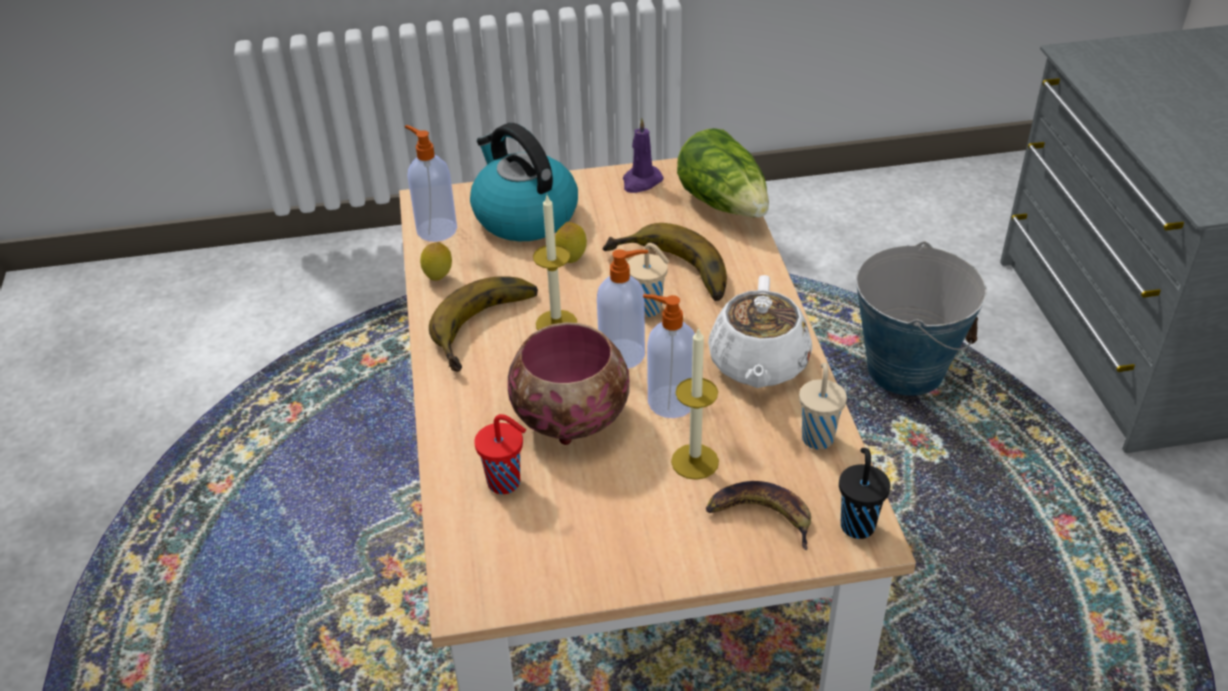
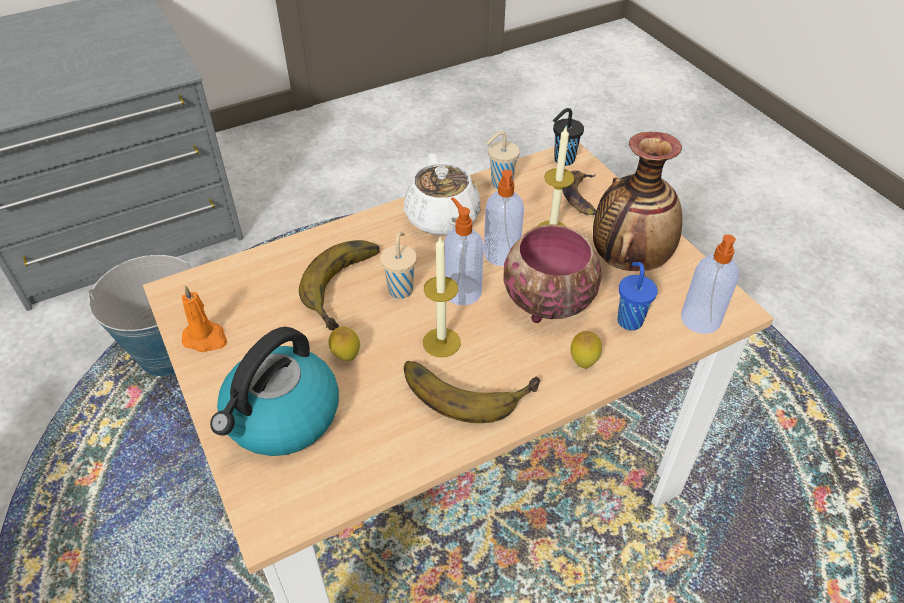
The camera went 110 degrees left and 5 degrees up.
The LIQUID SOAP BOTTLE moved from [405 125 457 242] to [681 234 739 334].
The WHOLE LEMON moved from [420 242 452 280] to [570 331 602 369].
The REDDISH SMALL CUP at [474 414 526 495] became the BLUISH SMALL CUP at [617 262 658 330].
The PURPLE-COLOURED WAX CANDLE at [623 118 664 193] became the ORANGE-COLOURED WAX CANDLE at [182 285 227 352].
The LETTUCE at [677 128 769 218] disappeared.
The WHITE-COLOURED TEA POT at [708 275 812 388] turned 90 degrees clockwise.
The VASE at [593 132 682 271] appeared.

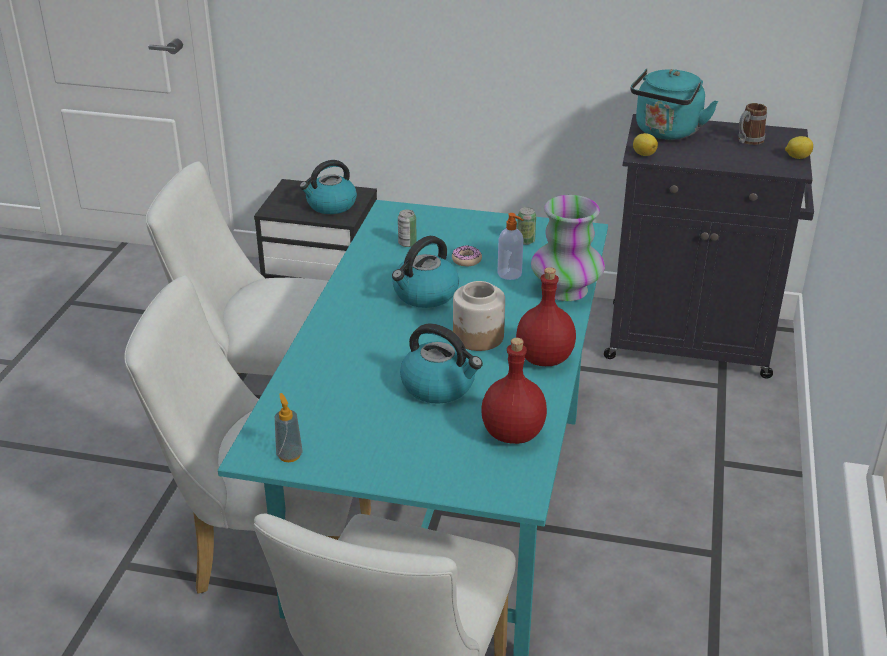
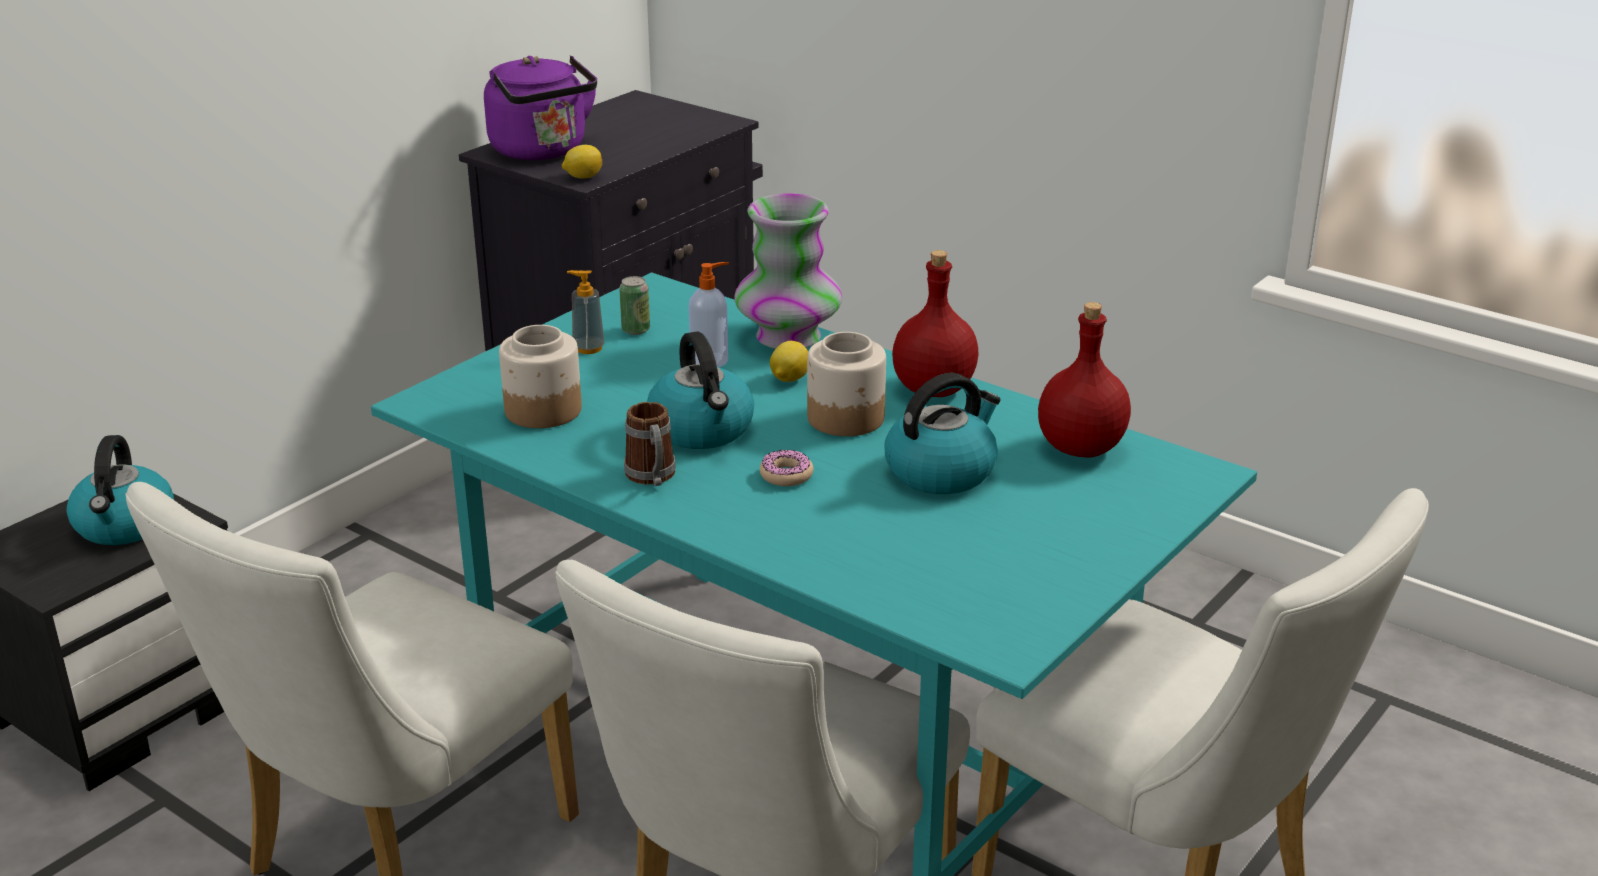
The camera went 65 degrees left and 5 degrees down.
The LIQUID SOAP BOTTLE moved from [275 393 303 462] to [567 270 605 354].
The CAN at [398 209 417 247] was replaced by the PRESERVE JAR at [499 325 582 428].
The DONUT moved from [452 245 482 266] to [760 449 813 486].
The BLUE-GREEN KETTLE at [630 69 718 140] became the PURPLE-COLOURED KETTLE at [484 56 597 160].
The COFFEE MUG moved from [738 103 767 145] to [624 402 676 486].
The WHOLE LEMON moved from [785 136 813 159] to [770 341 808 382].

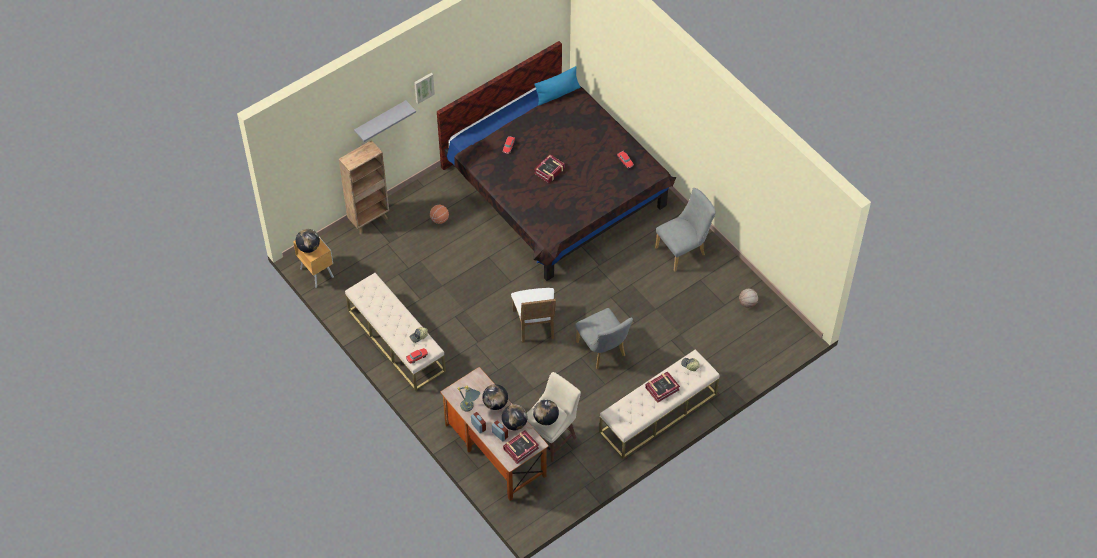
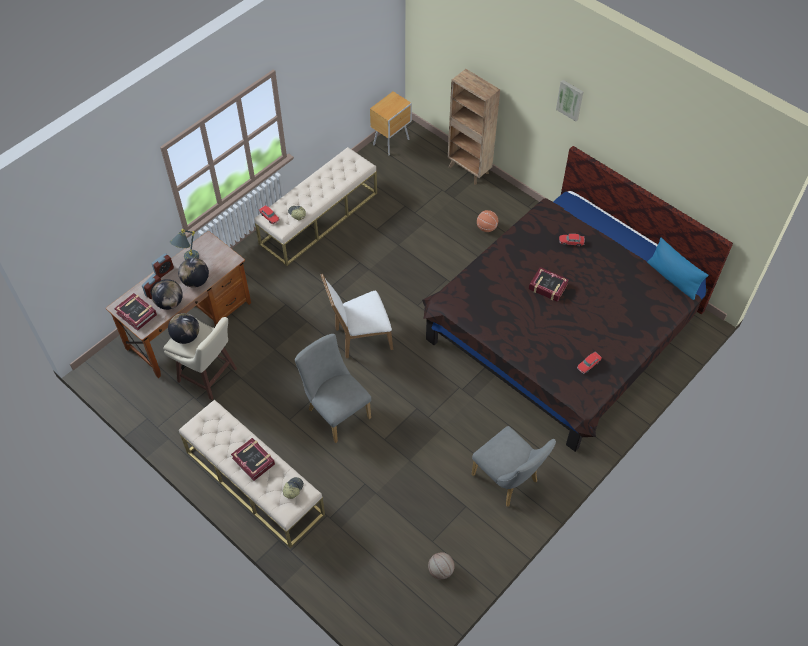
The camera went 80 degrees right and 0 degrees up.
The GLOBE at [296 229 320 253] disappeared.
The GRAY WALL SHELF at [354 100 416 142] disappeared.
The GRAY UPRIGHT CHAIR at [575 308 633 369] turned 90 degrees clockwise.

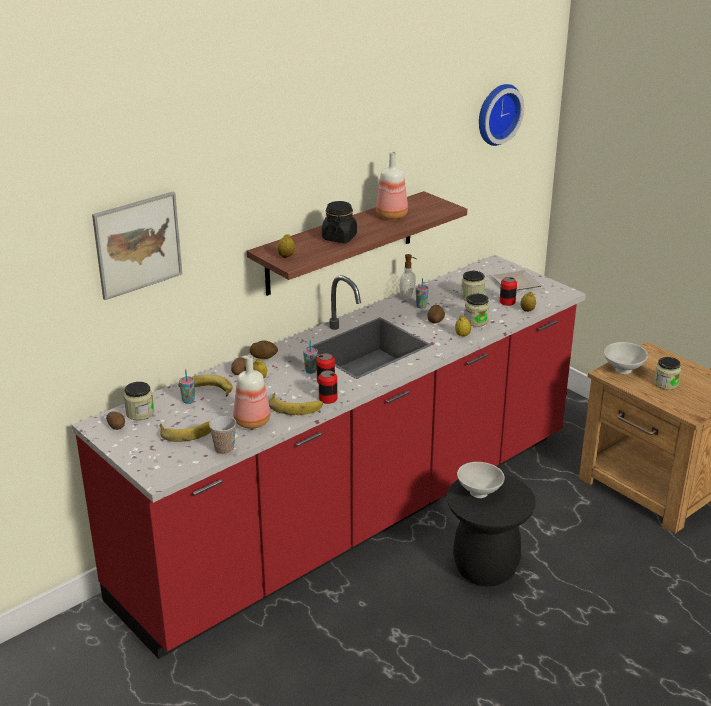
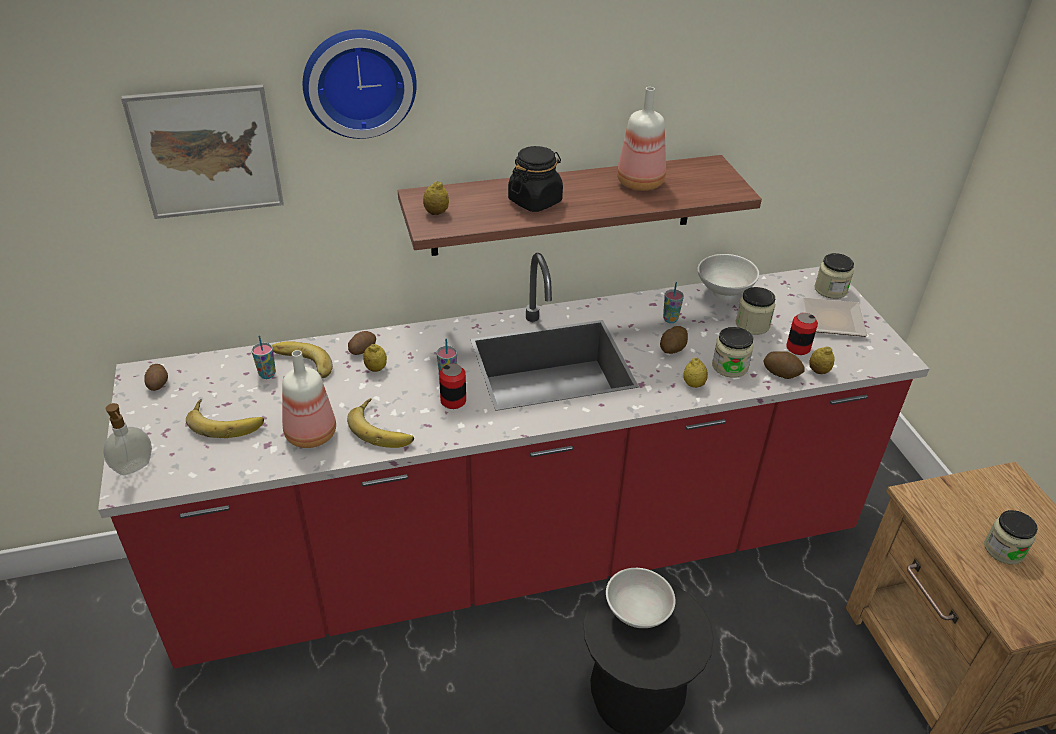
The camera went 25 degrees right and 10 degrees up.
The PRESERVE JAR moved from [124 382 154 420] to [814 253 854 299].
The SMALL CUP at [209 416 236 455] disappeared.
The SPUD moved from [250 340 278 359] to [764 351 805 379].
The CAN at [318 370 337 404] disappeared.
The LIQUID SOAP BOTTLE moved from [400 254 417 300] to [103 403 152 475].
The WALL CLOCK moved from [479 84 524 146] to [303 30 417 139].
The WHITE-COLOURED DEEP DISH moved from [604 342 648 374] to [698 254 759 300].

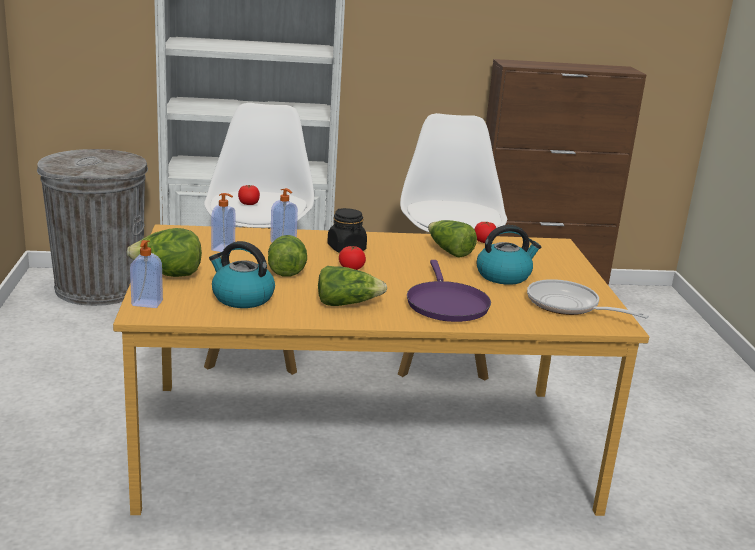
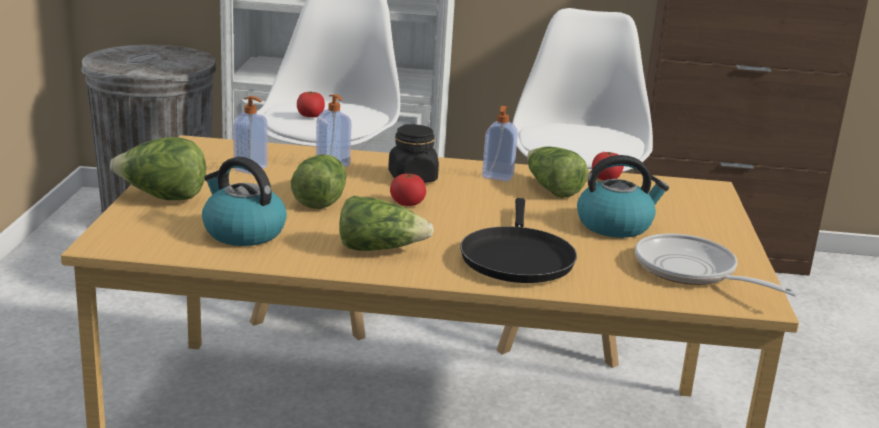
The camera went 10 degrees right and 0 degrees up.
The LIQUID SOAP BOTTLE moved from [130 240 163 308] to [482 106 518 182].
The PURPLE-COLOURED PAN at [407 260 491 322] became the BLACKISH PAN at [460 198 577 283].

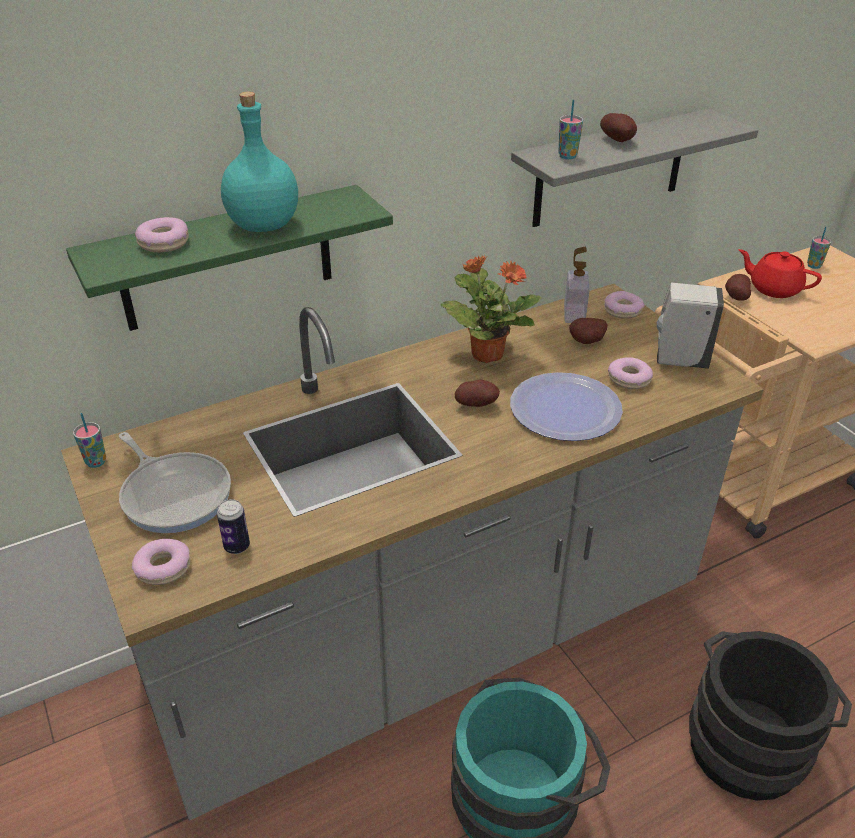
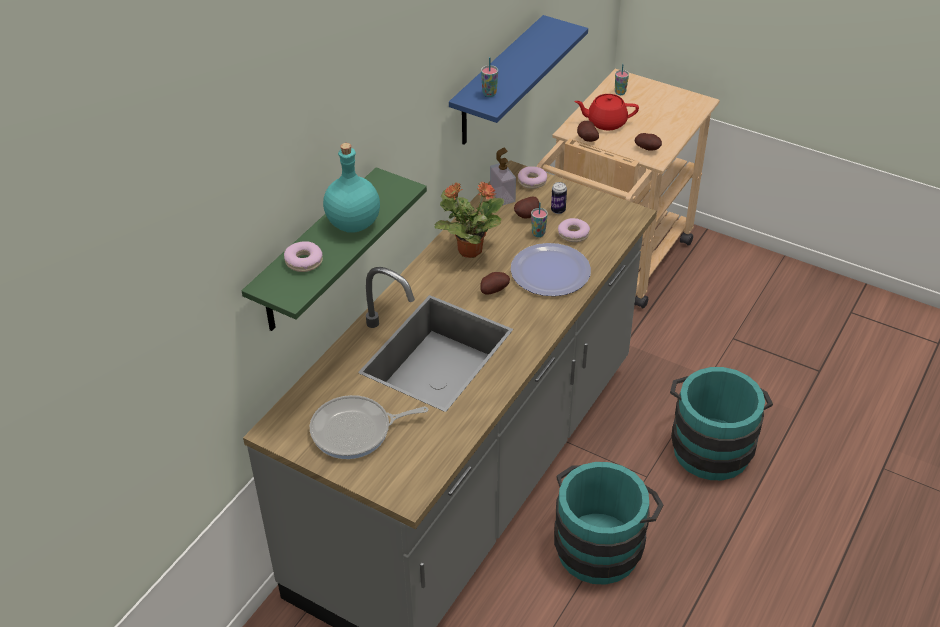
The camera went 30 degrees left and 5 degrees up.
The SMALL CUP moved from [73 413 106 468] to [531 202 548 237].
The PAN at [119 432 231 533] turned 150 degrees clockwise.
The DONUT at [132 539 191 585] disappeared.
The CAN moved from [217 499 250 554] to [551 182 567 214].
The GRAY WALL SHELF at [511 109 758 227] became the BLUISH WALL SHELF at [449 15 588 145].
The SPUD moved from [600 113 637 142] to [635 133 662 151].
The WHITE-COLOURED LIQUID SOAP BOTTLE at [657 283 724 369] disappeared.
The BLACKISH BUCKET at [689 631 852 801] became the BLUE-GREEN BUCKET at [670 367 773 480].

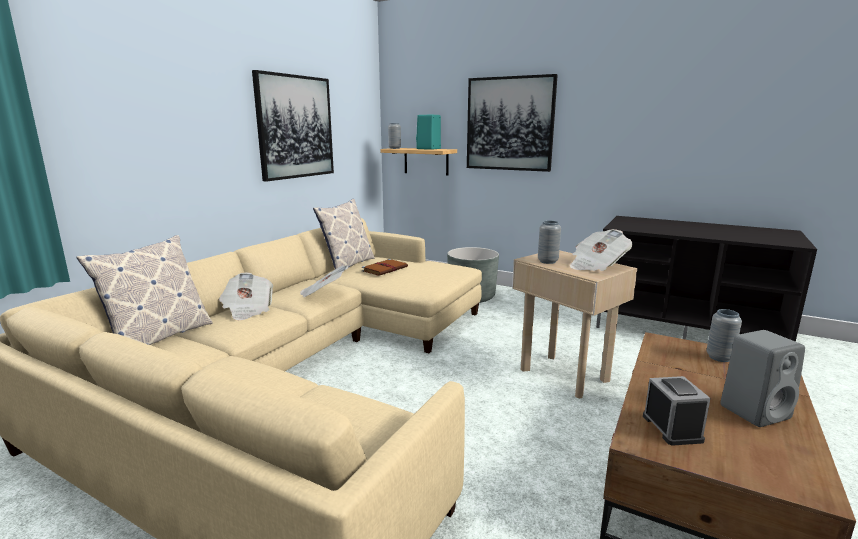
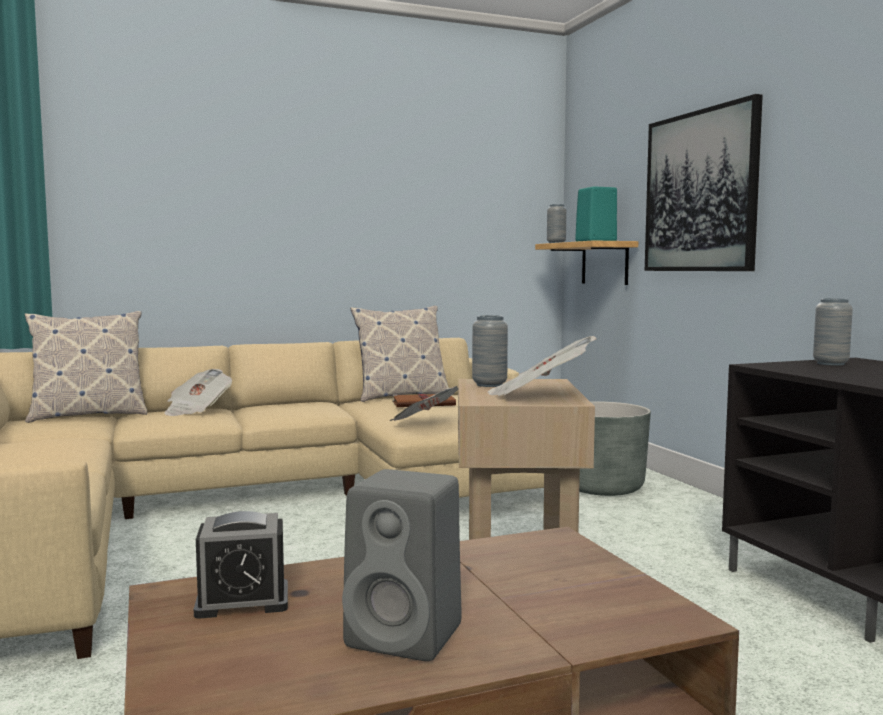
The camera went 40 degrees right and 10 degrees down.
The PICTURE at [252 70 334 182] disappeared.
The NEWSPAPER moved from [300 265 349 298] to [390 386 458 421].
The TABLE CLOCK at [643 376 710 446] turned 45 degrees clockwise.
The GRAY VASE moved from [707 309 742 362] to [813 298 853 366].

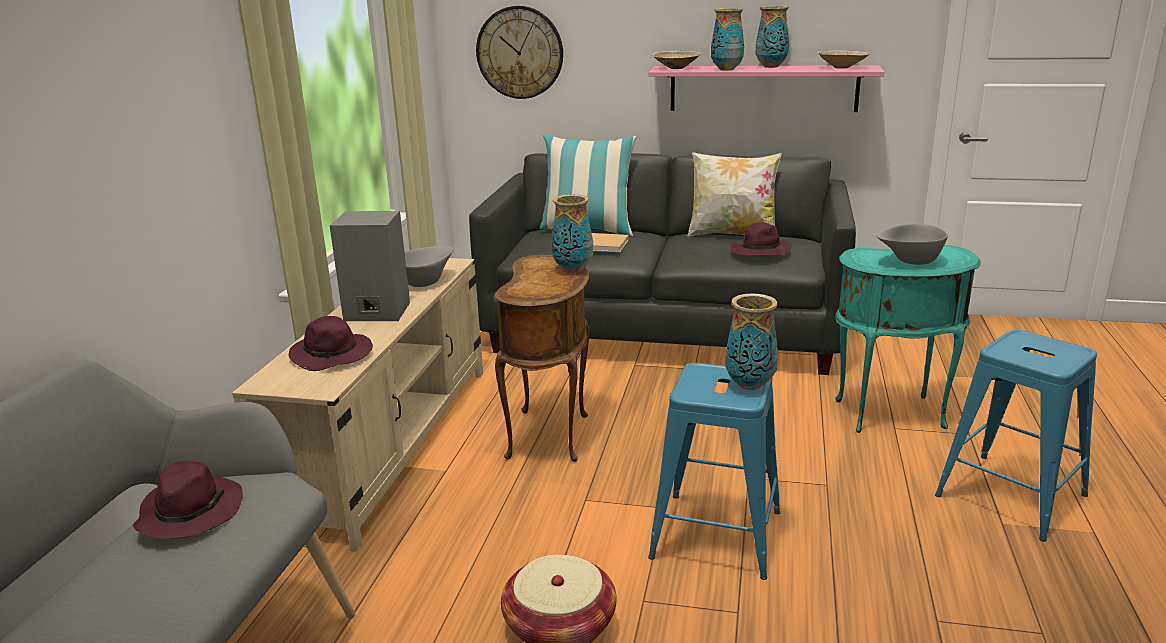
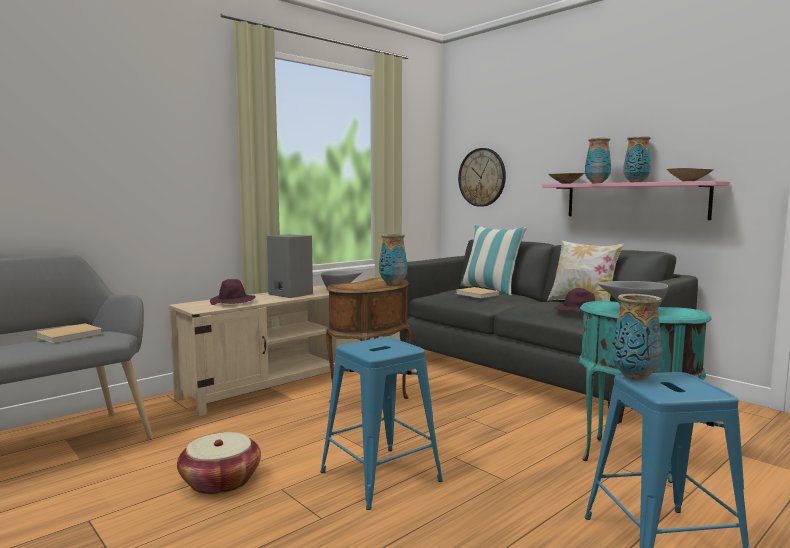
The camera went 35 degrees right and 15 degrees down.
The PURPLE-COLOURED CLOTHING HAT at [133 461 243 539] was replaced by the SAND-COLOURED VOLUME at [36 323 103 344].
The VASE moved from [725 293 778 390] to [611 294 662 380].

